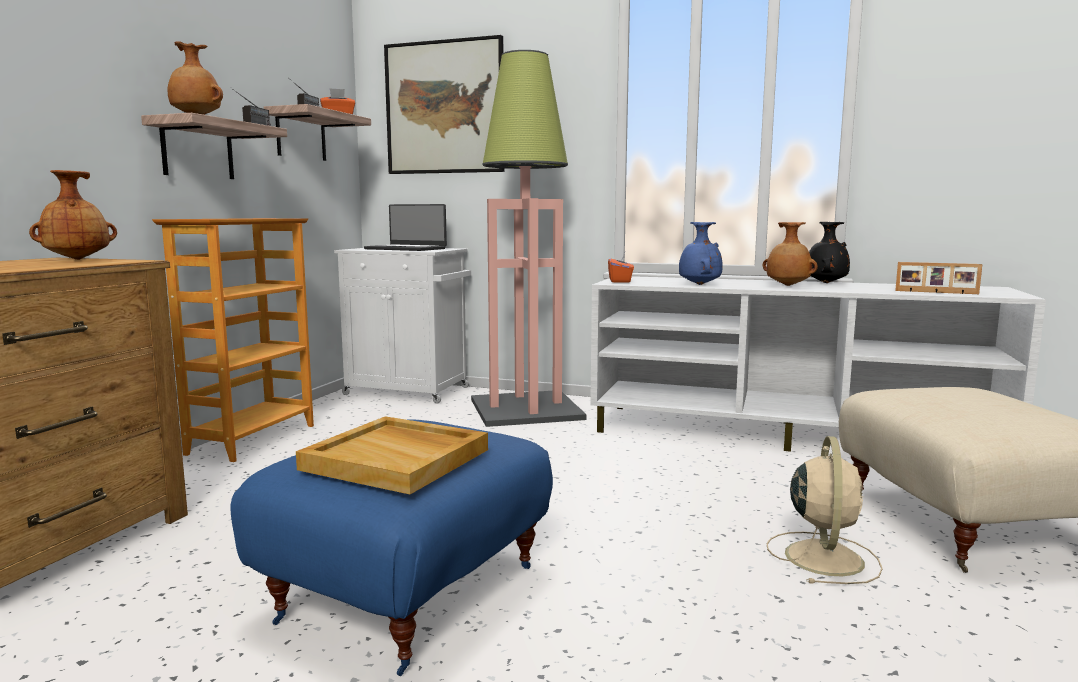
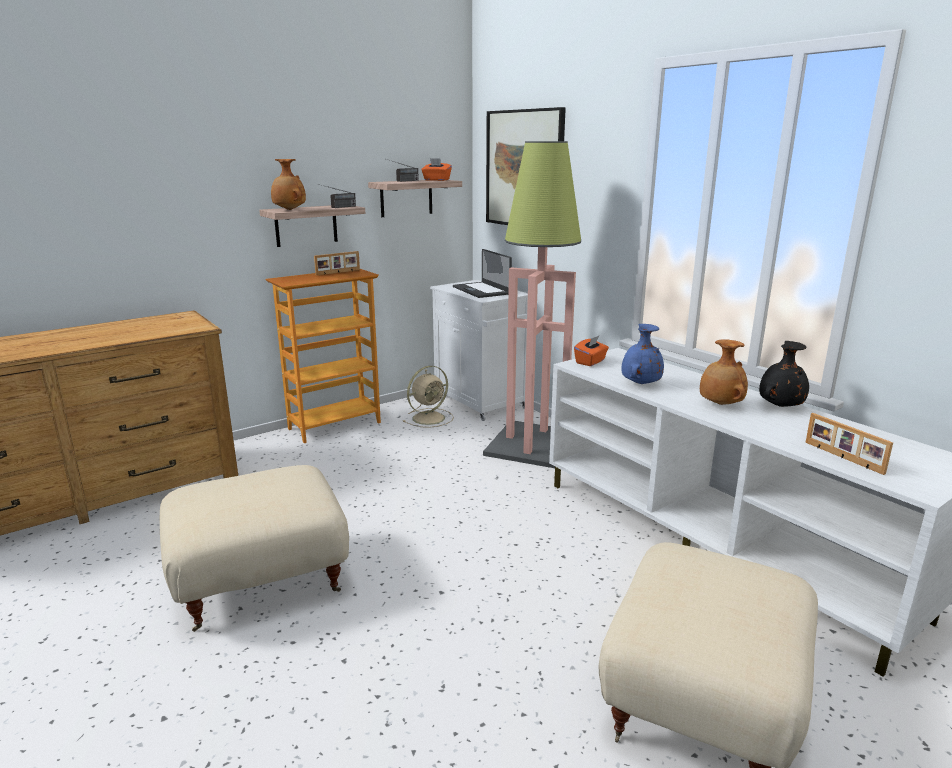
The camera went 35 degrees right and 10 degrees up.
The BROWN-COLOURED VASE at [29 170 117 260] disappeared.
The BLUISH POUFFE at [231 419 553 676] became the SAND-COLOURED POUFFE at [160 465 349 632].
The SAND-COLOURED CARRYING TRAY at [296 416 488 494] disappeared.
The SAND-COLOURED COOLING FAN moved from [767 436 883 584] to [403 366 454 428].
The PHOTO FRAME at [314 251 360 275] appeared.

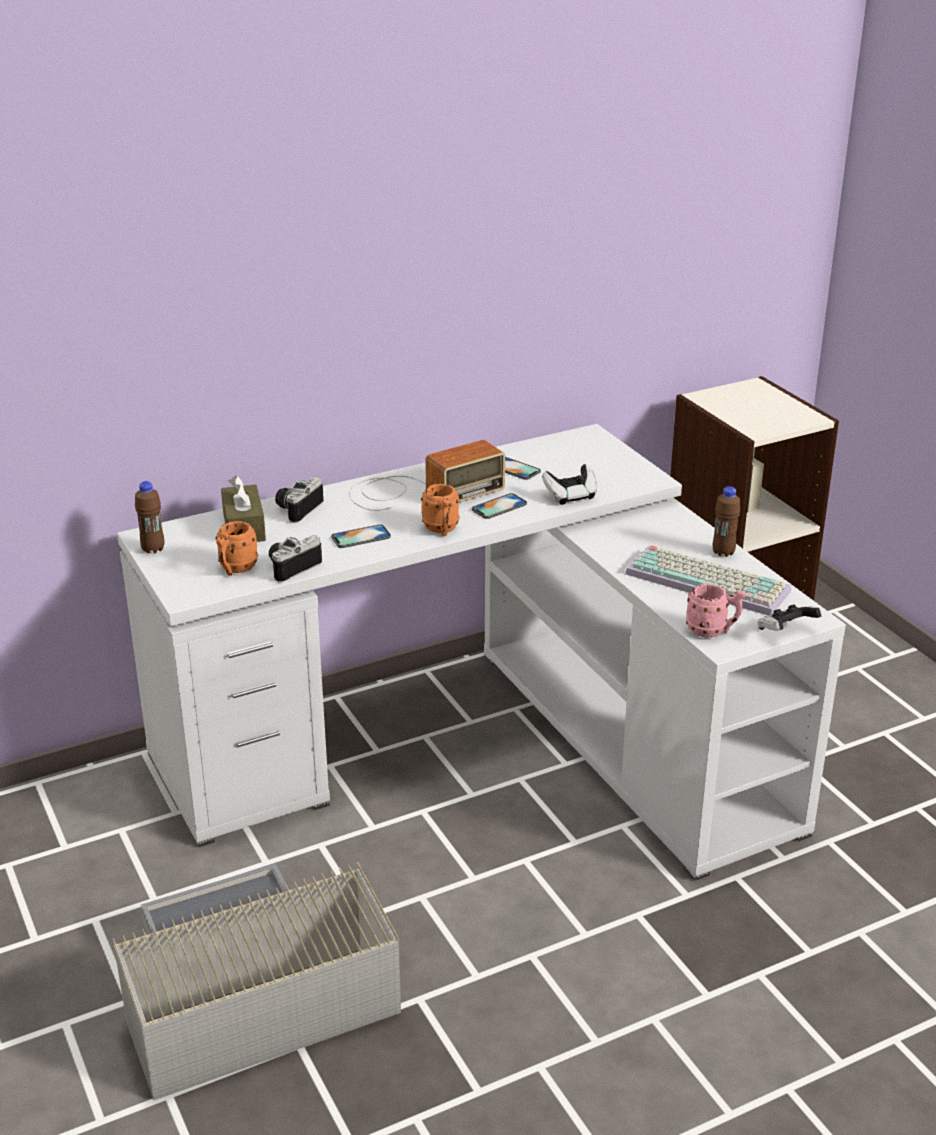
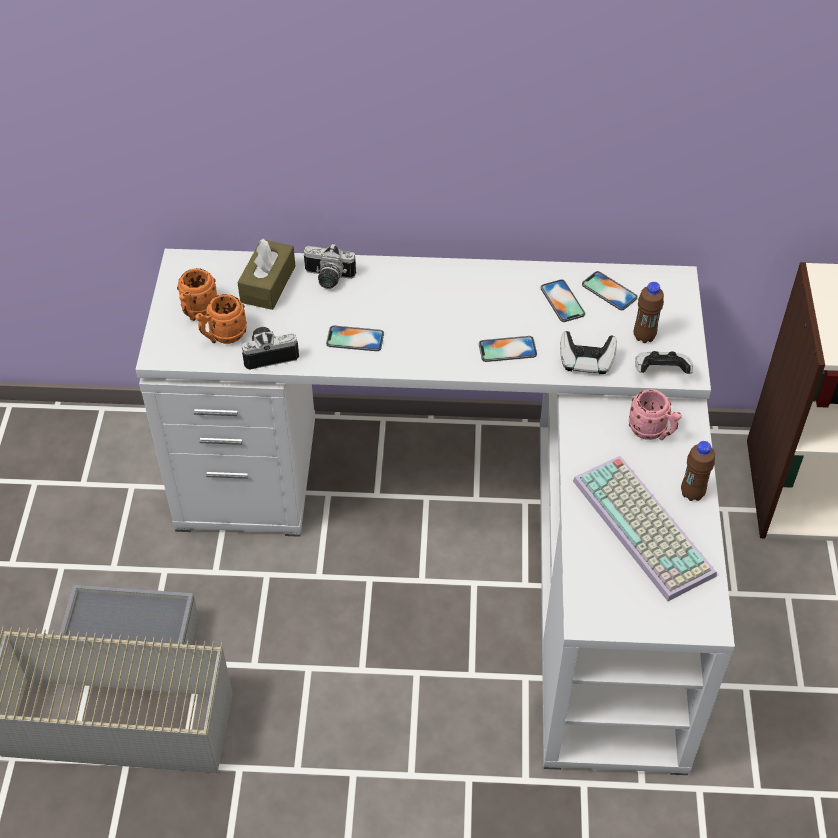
The camera went 30 degrees right and 20 degrees up.
The BROWN-COLOURED BOTTLE moved from [135 481 165 553] to [634 282 664 343].
The STILL CAMERA at [275 476 324 523] turned 135 degrees counterclockwise.
The RADIO at [349 440 505 511] disappeared.
The ORANGE-COLOURED COFFEE MUG moved from [421 484 460 536] to [177 268 217 321].
The PINK COFFEE MUG moved from [686 584 746 638] to [629 389 682 440].
The GAMEPAD moved from [757 605 822 630] to [635 351 693 374].
The PHONE at [582 271 637 310] appeared.

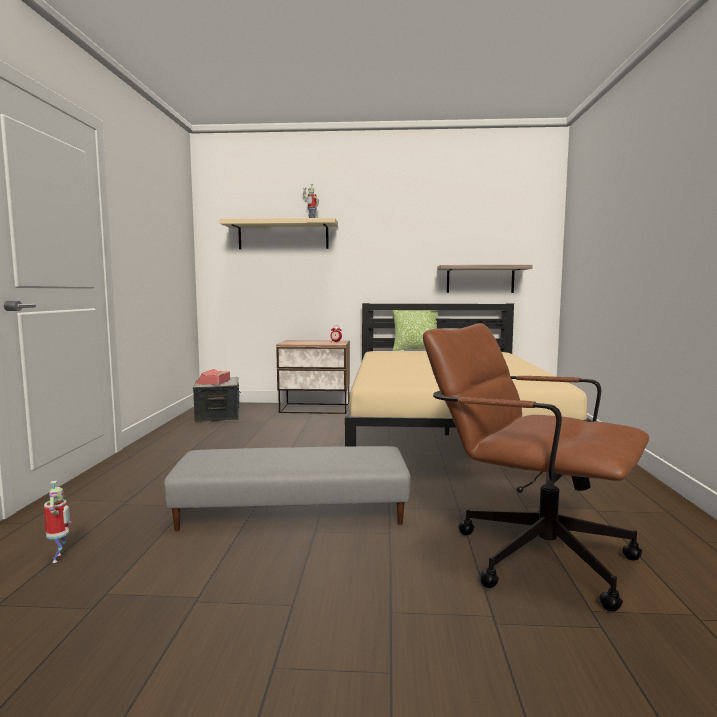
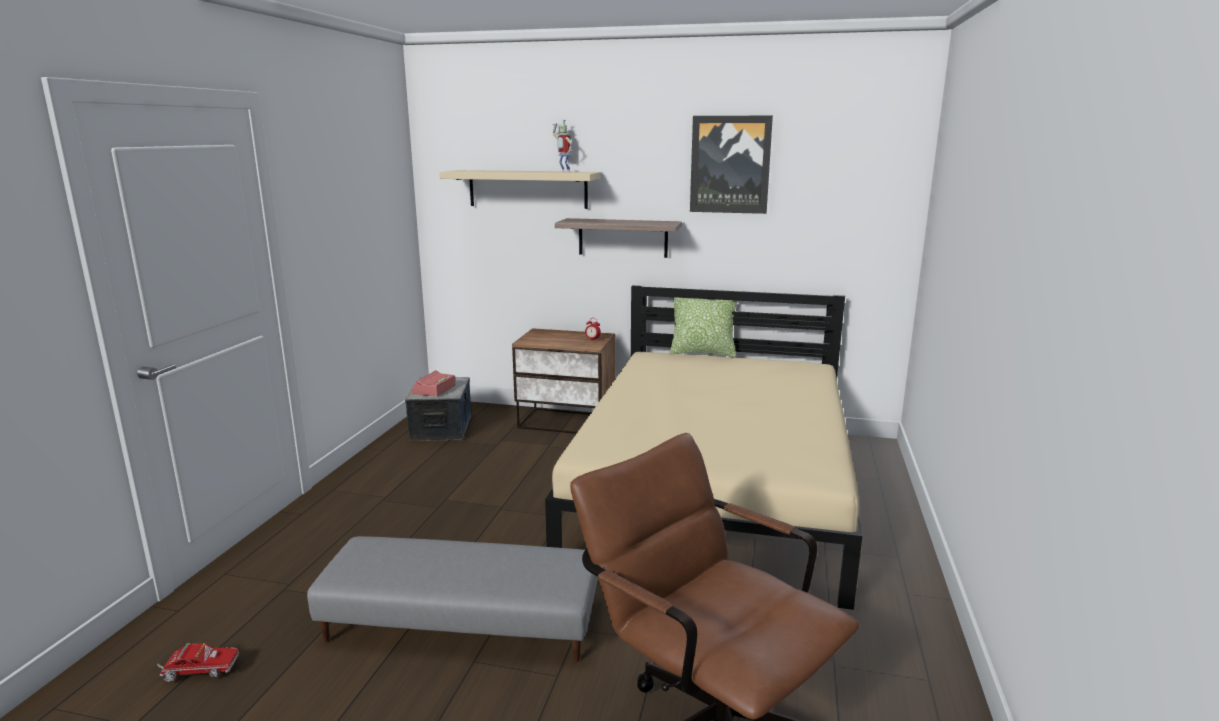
The camera went 10 degrees right and 10 degrees up.
The MODEL ROBOT at [44 481 72 563] was replaced by the TOY TRUCK at [157 643 239 682].
The WALL SHELF moved from [437 265 533 293] to [555 218 682 258].
The PICTURE at [690 116 773 214] appeared.

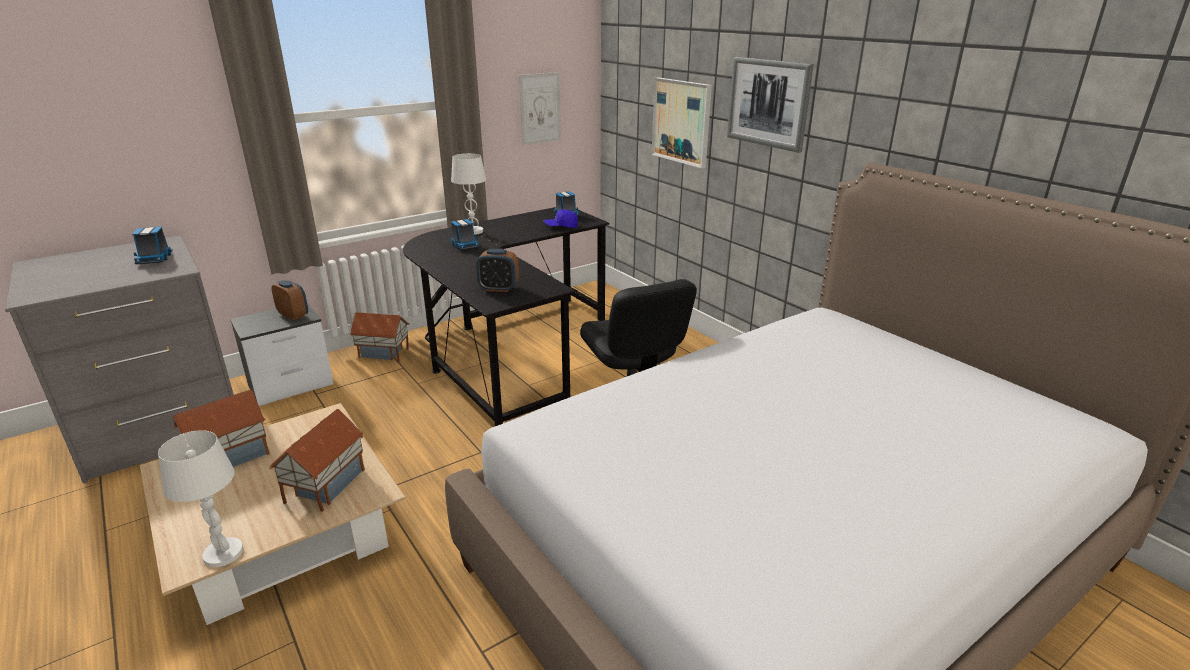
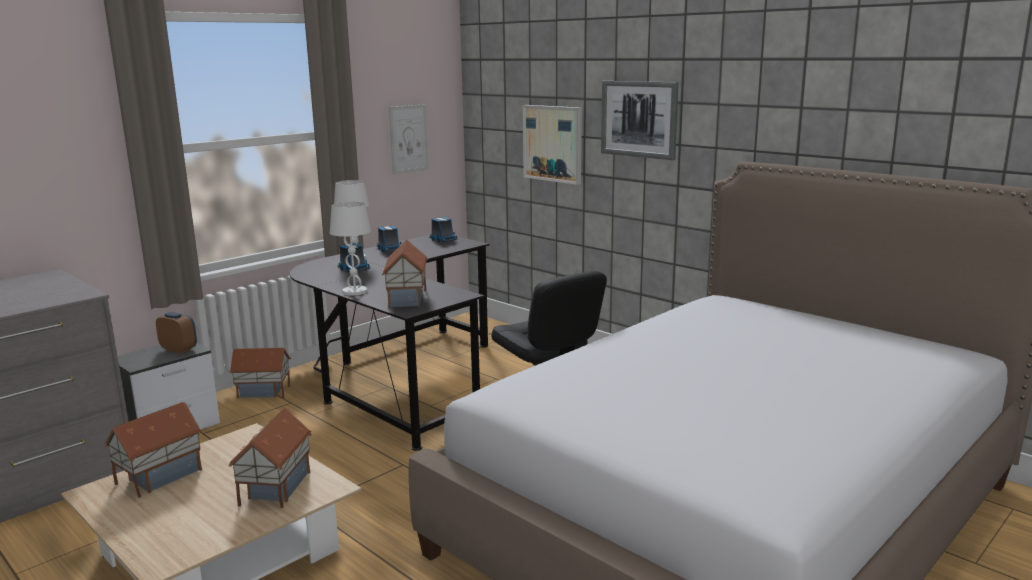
The camera went 10 degrees left and 10 degrees down.
The TOY TRUCK moved from [132 227 173 264] to [377 226 401 252].
The WHITE-COLOURED TABLE LAMP moved from [158 430 243 567] to [330 202 371 296].
The TABLE CLOCK at [476 249 519 292] was replaced by the TOY HOUSE at [382 239 428 308].
The BLUISH BASEBALL CAP at [543 210 578 228] disappeared.

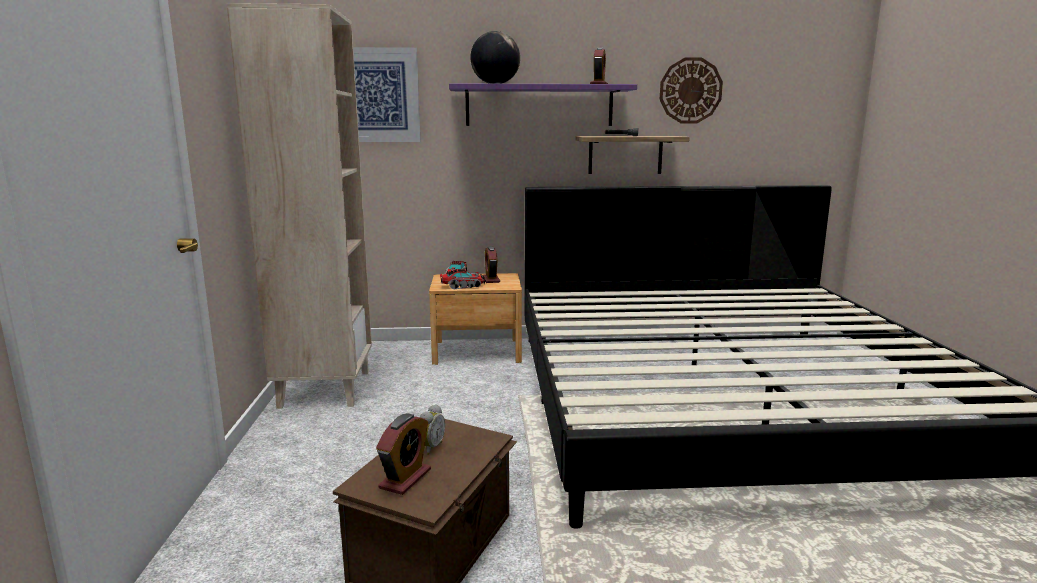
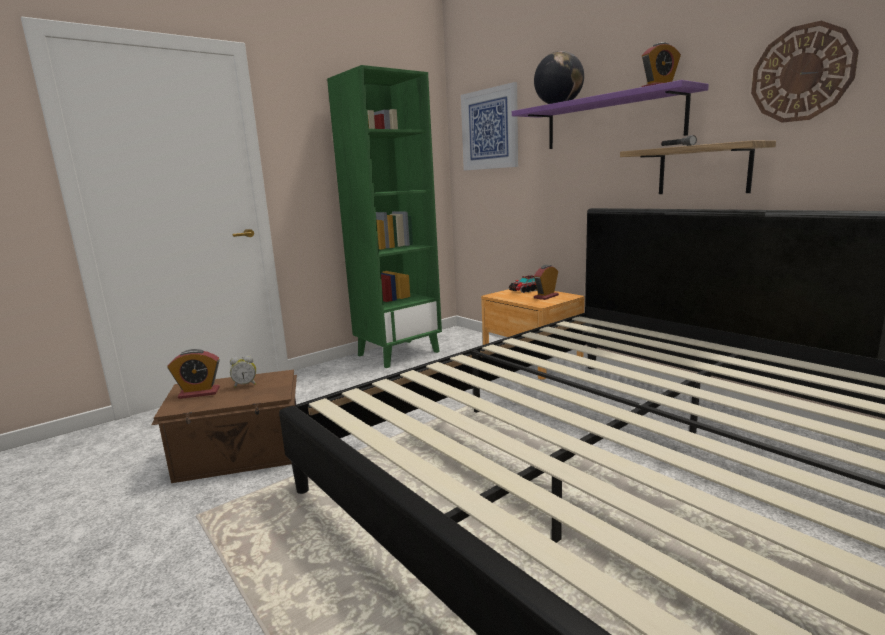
The camera went 55 degrees right and 0 degrees up.
The SAND-COLOURED BOOKSHELF at [227 3 372 409] became the GREEN BOOKSHELF at [327 65 442 368].
The TOY TRUCK at [440 269 486 289] disappeared.

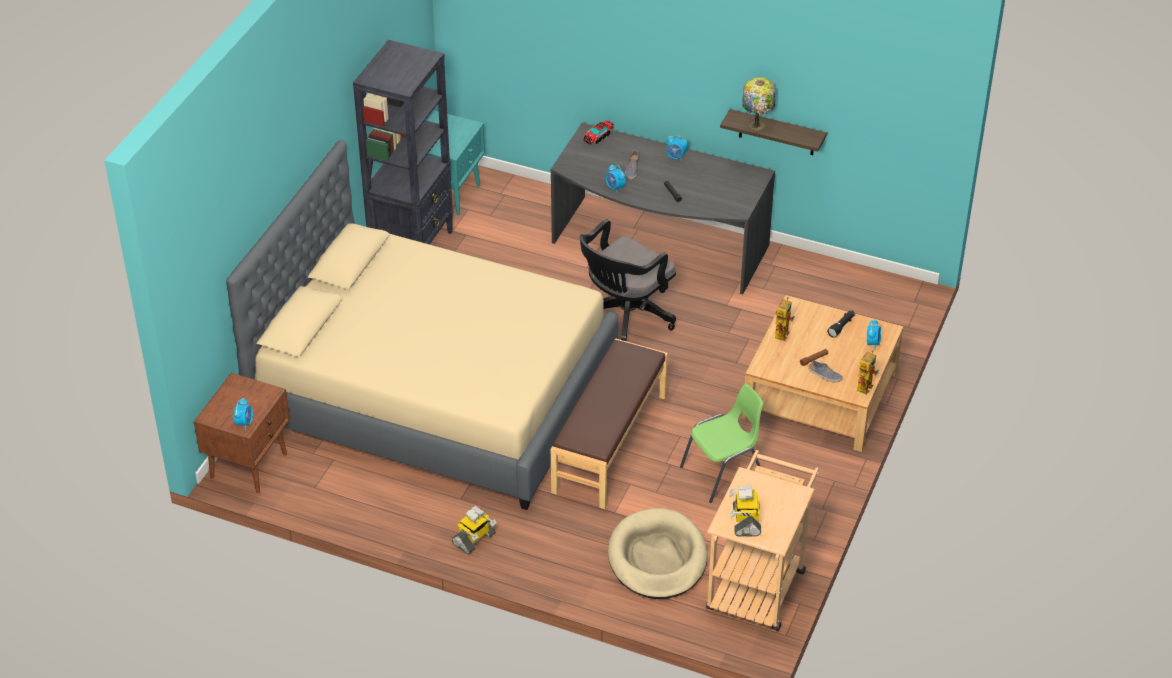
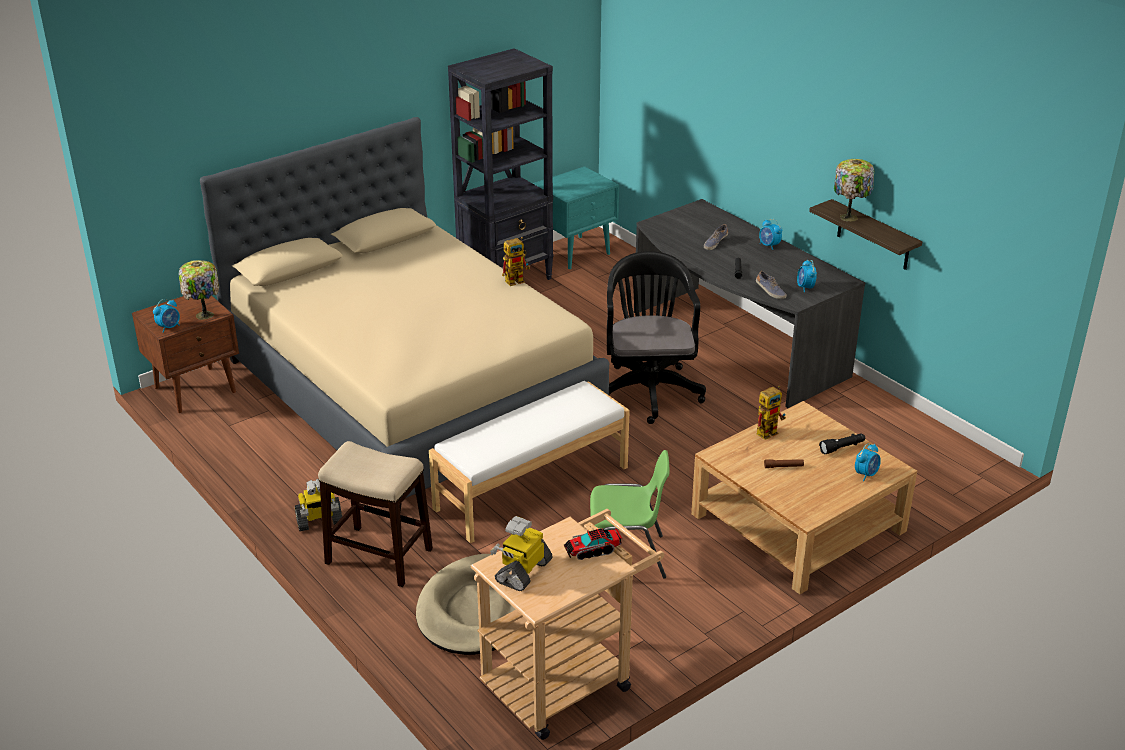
The camera went 30 degrees right and 10 degrees down.
The BROWN-COLOURED BENCH at [551 338 668 509] became the WHITE-COLOURED BENCH at [429 381 630 543].
The BLACKISH DESK CHAIR at [580 219 676 341] turned 105 degrees clockwise.
The TOY TRUCK moved from [583 120 613 145] to [564 528 622 560].
The TABLE CLOCK moved from [606 164 625 193] to [797 260 817 292].
The SHOE moved from [808 360 843 383] to [756 271 787 299].
The MODEL ROBOT moved from [857 350 879 395] to [502 237 530 286].
The TABLE LAMP at [179 260 219 320] appeared.
The STOOL at [318 441 433 587] appeared.

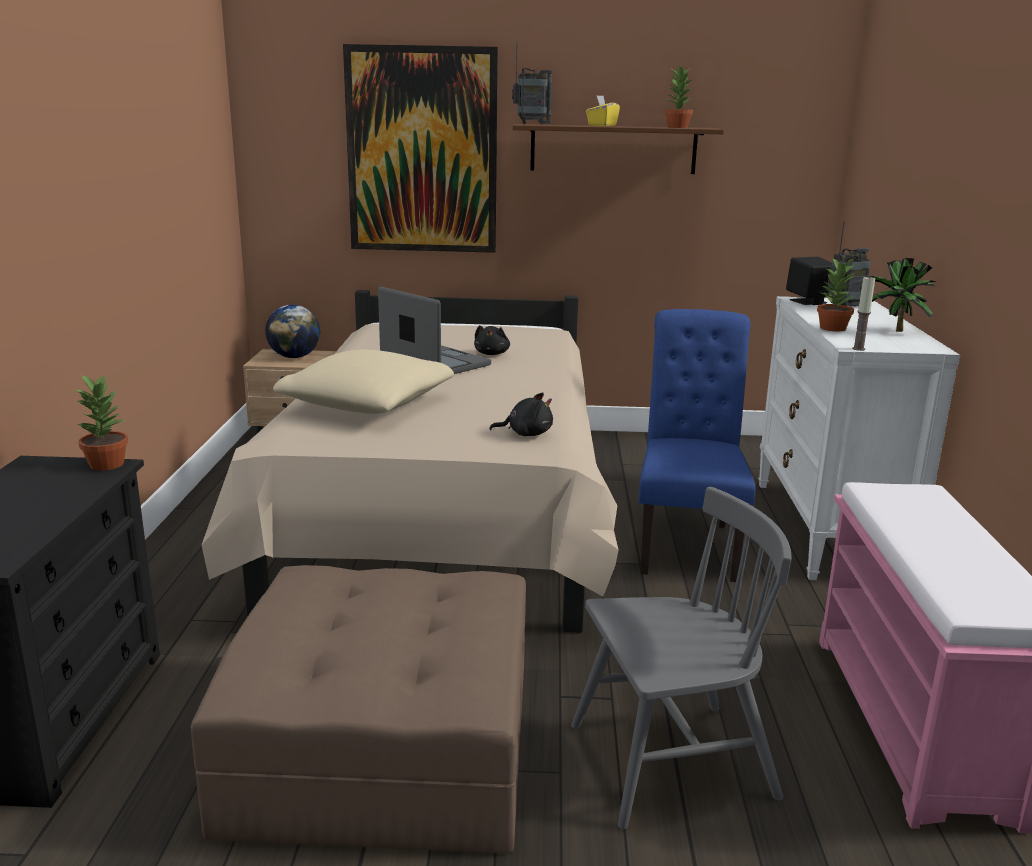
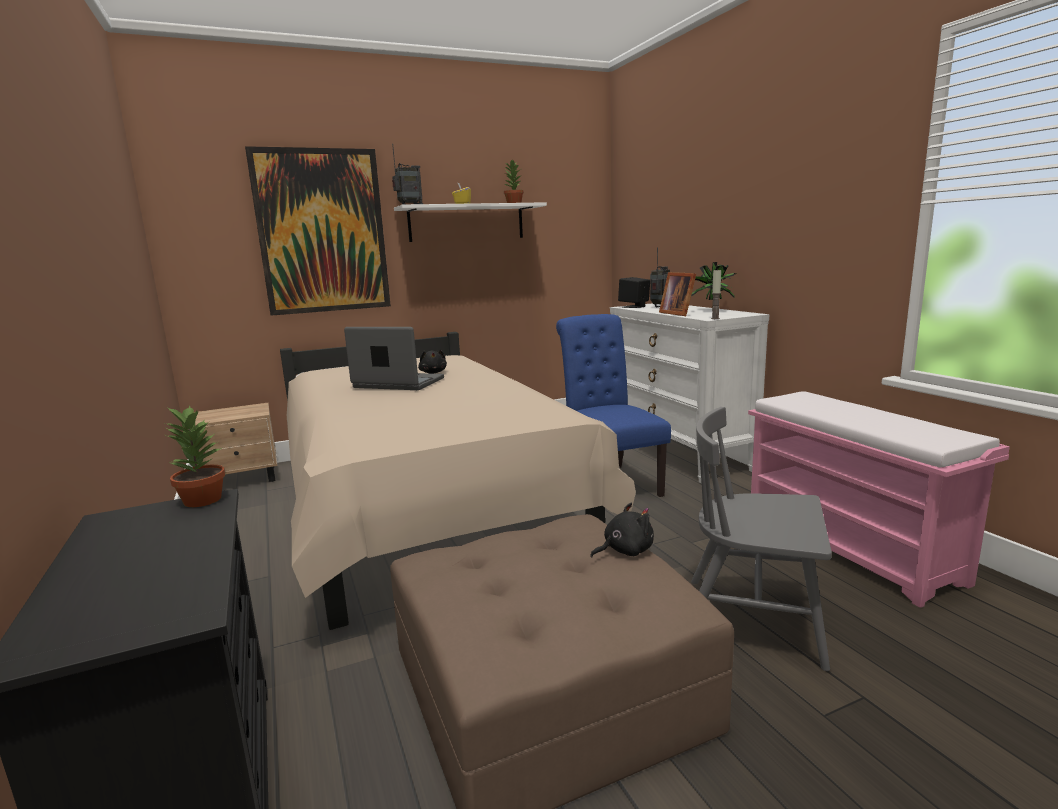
The camera went 25 degrees left and 5 degrees down.
The GLOBE at [265 305 320 358] disappeared.
The SAND-COLOURED CUSHION at [273 350 454 414] disappeared.
The BLACKISH SOFT TOY moved from [489 392 553 436] to [590 503 654 558].
The BROWN-COLOURED WALL SHELF at [512 124 724 174] became the WHITE-COLOURED WALL SHELF at [394 202 547 242].
The GRAY UPRIGHT CHAIR at [571 487 791 829] turned 120 degrees counterclockwise.
The HOUSEPLANT at [817 257 855 331] was replaced by the PHOTO FRAME at [659 272 696 316].

